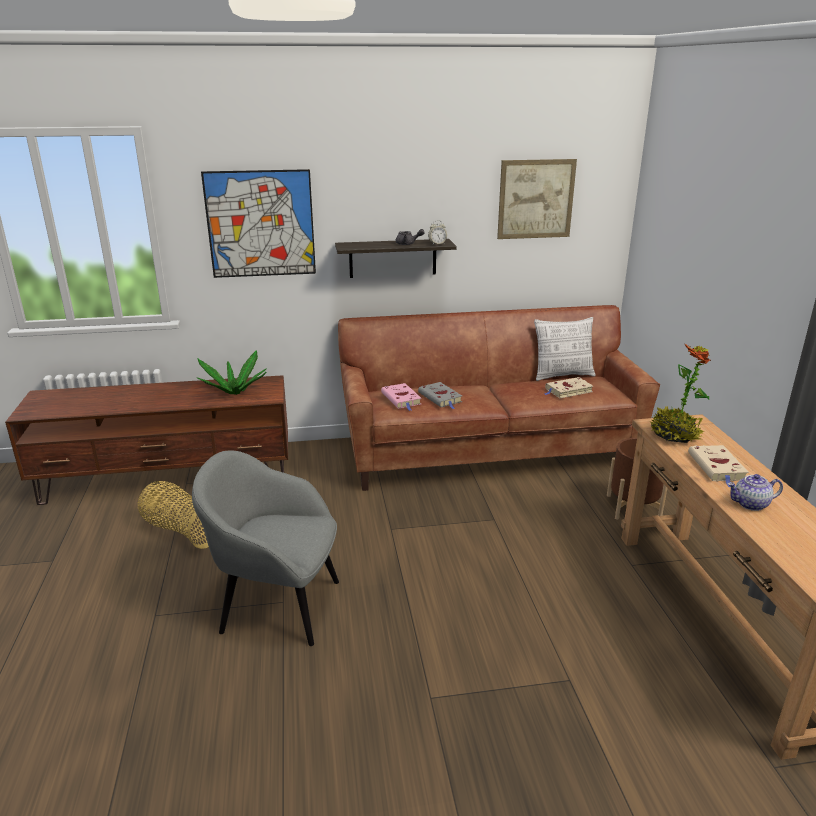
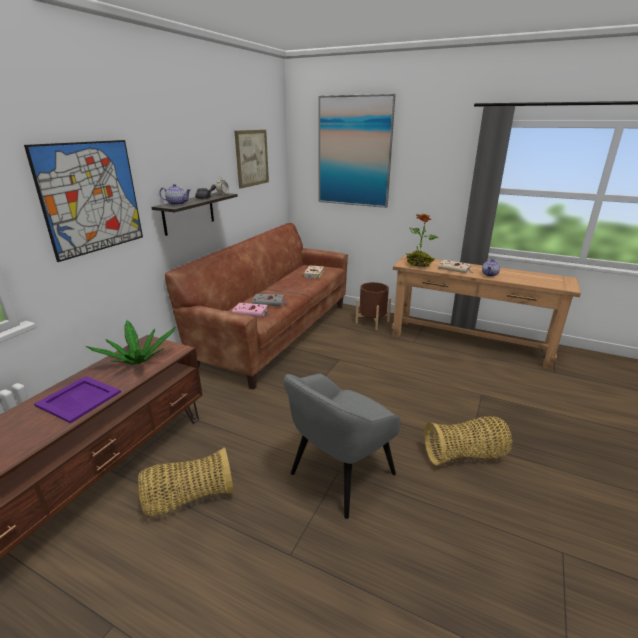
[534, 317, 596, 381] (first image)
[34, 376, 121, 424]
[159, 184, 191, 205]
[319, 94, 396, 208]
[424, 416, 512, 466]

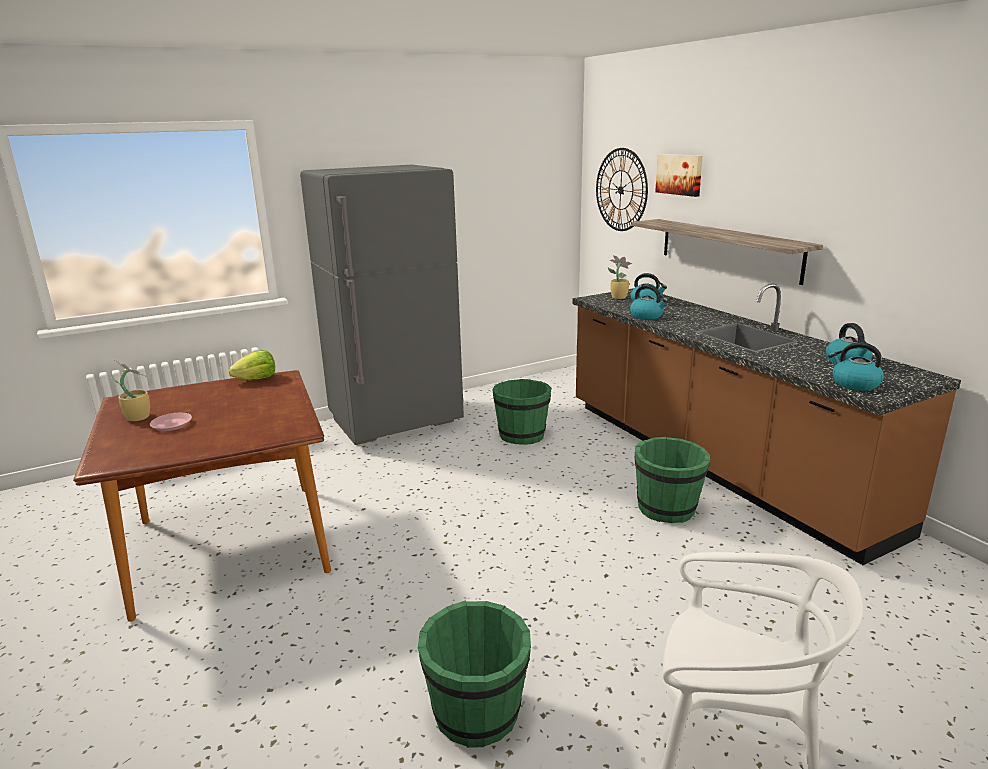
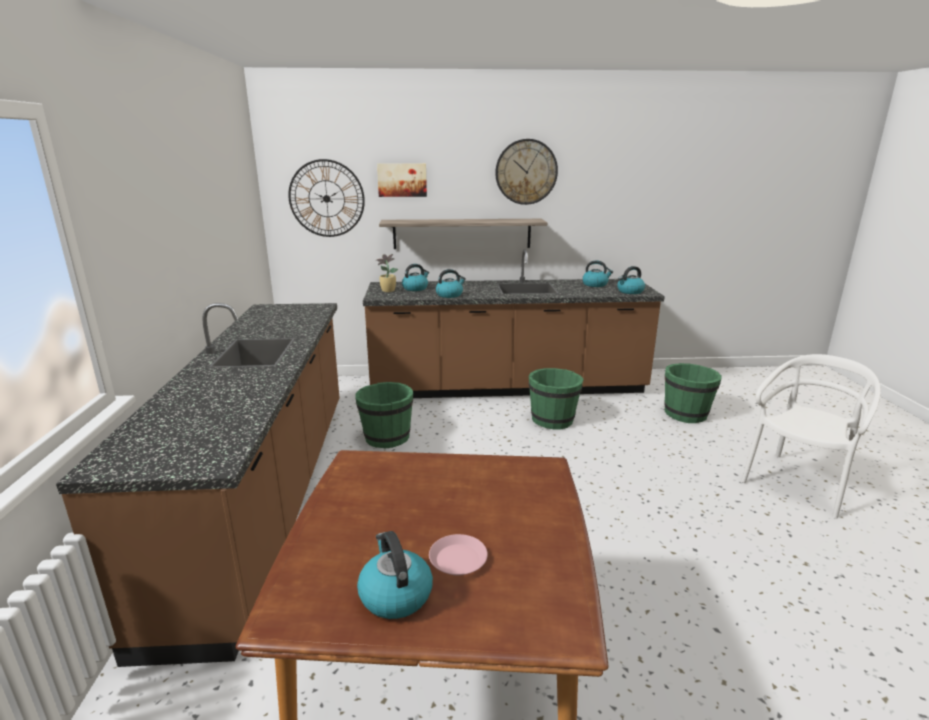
[357, 531, 433, 619]
[228, 350, 275, 380] (first image)
[56, 303, 340, 667]
[664, 363, 722, 423]
[495, 139, 558, 205]

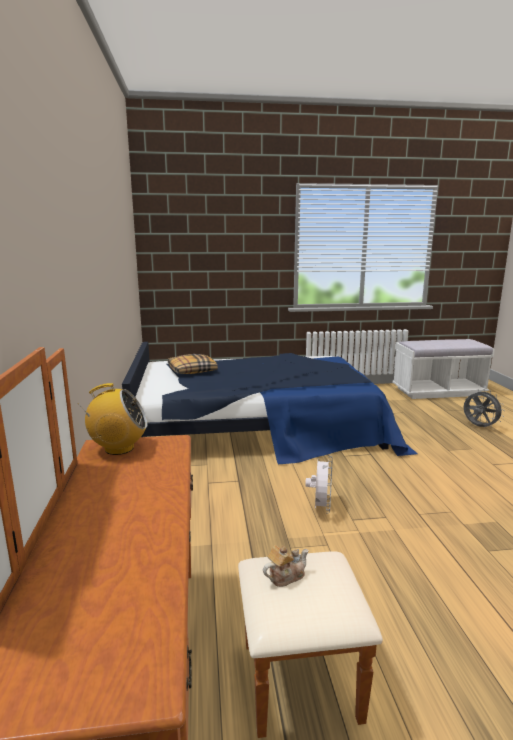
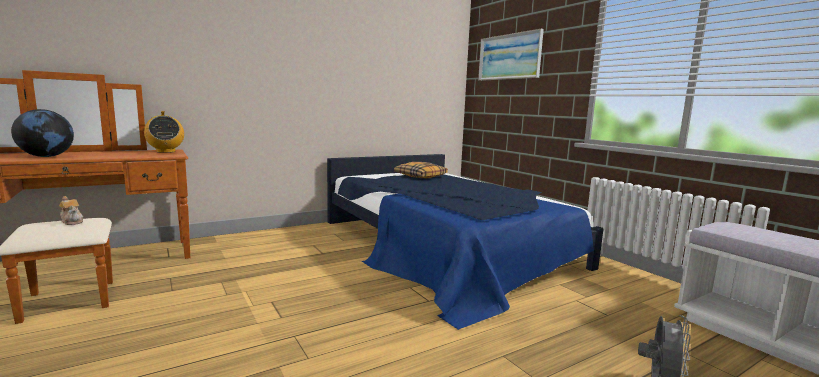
[305, 456, 333, 514] (first image)
[11, 109, 74, 157]
[478, 29, 544, 81]

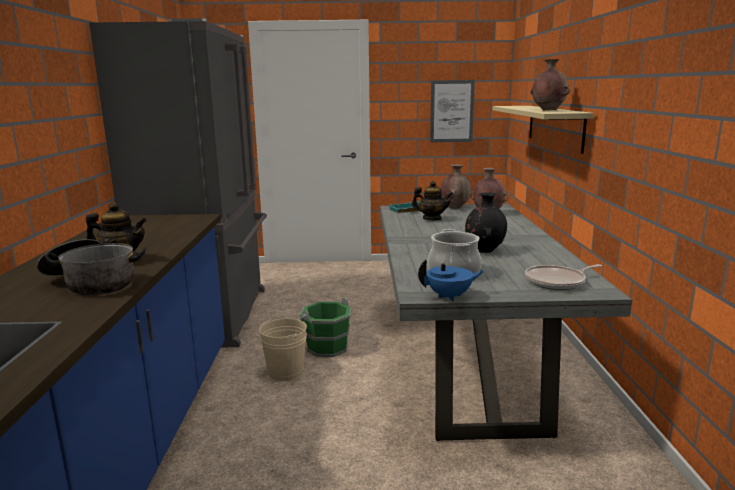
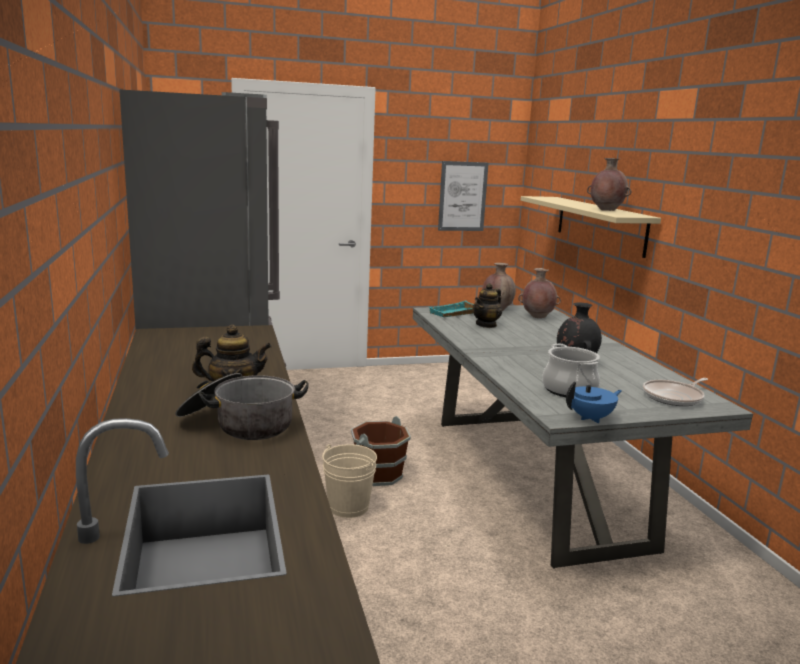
[351, 416, 411, 486]
[473, 283, 502, 328]

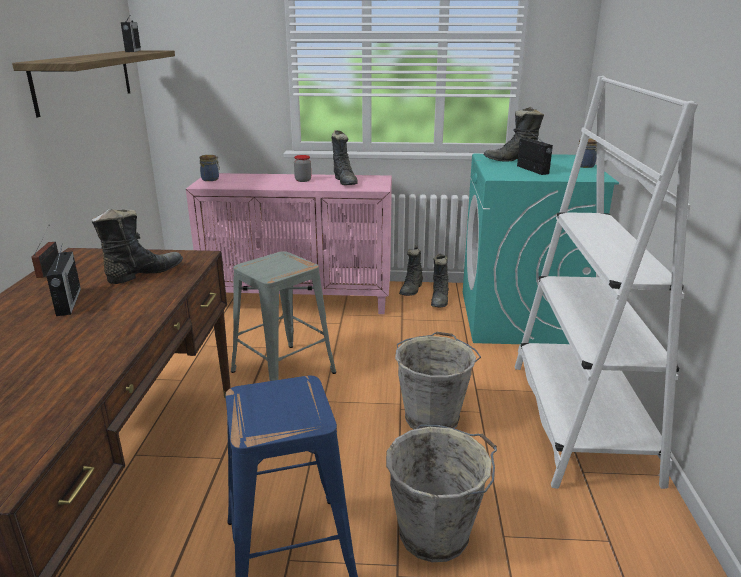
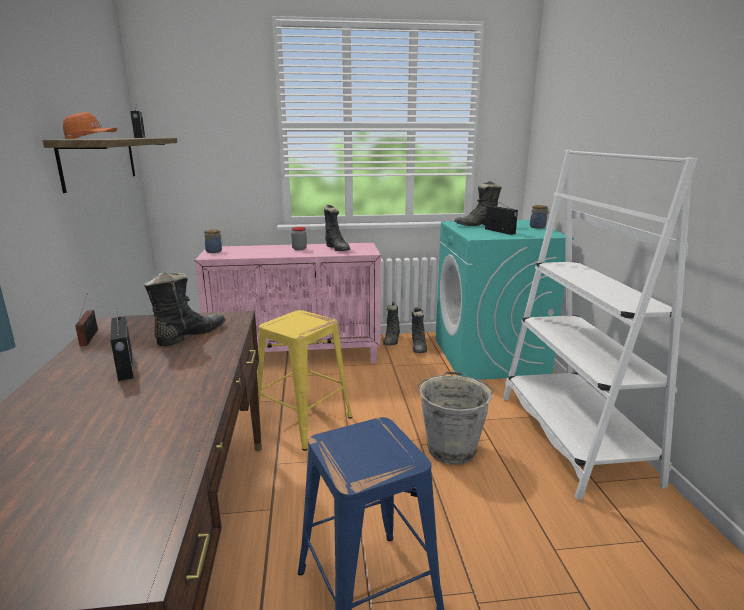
[258, 310, 352, 451]
[386, 425, 497, 562] (first image)
[63, 112, 117, 139]

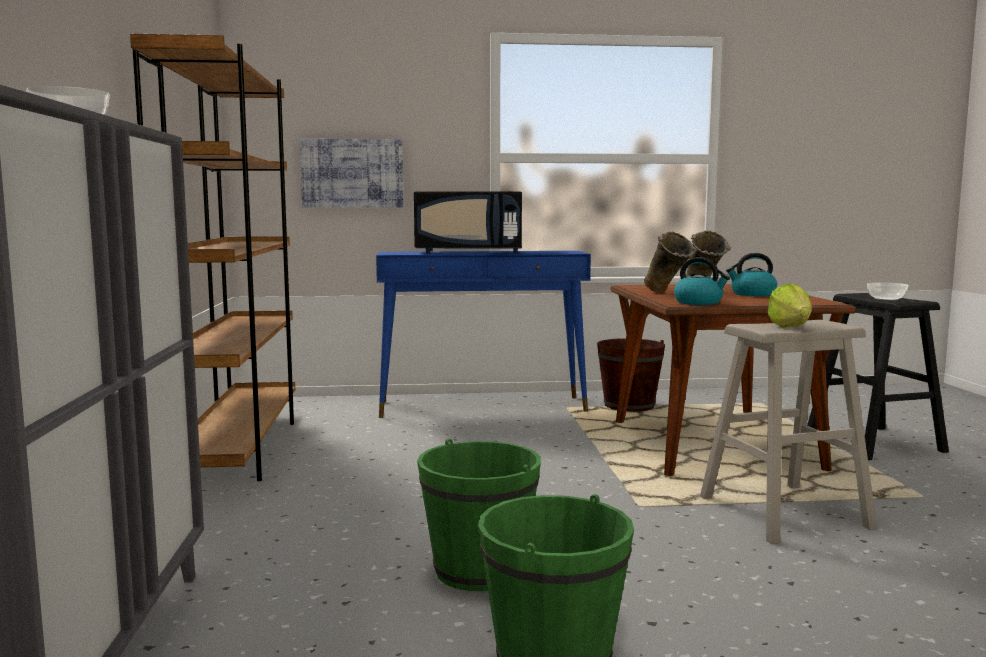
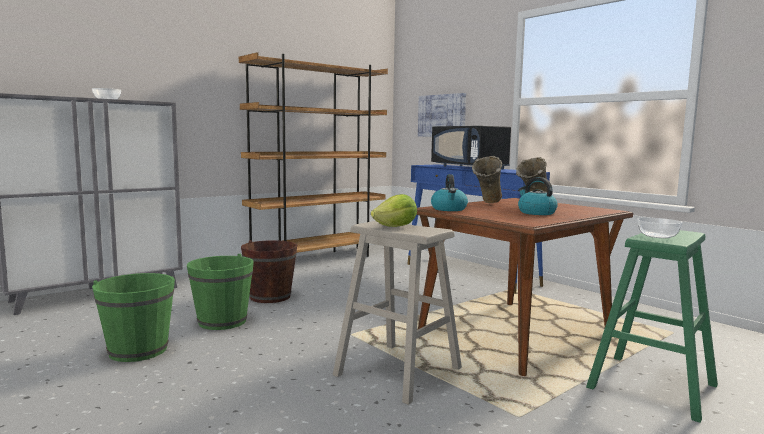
[241, 240, 297, 303]
[586, 230, 718, 423]

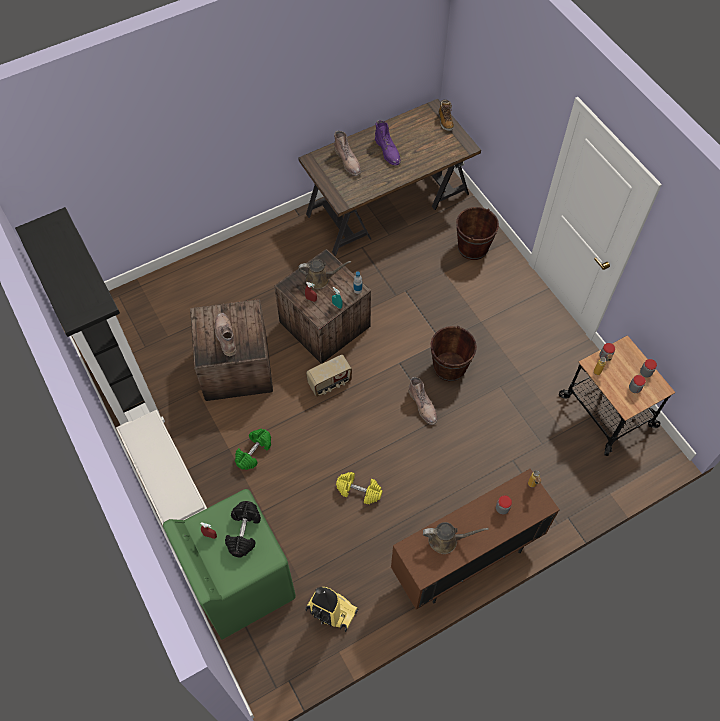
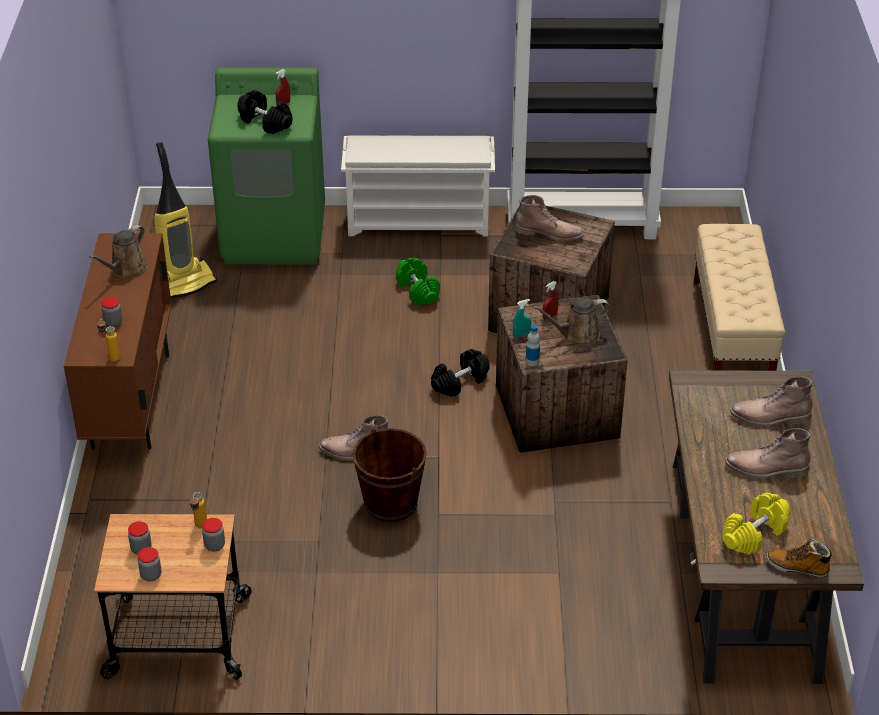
[533, 298, 610, 346]
[431, 349, 490, 397]
[722, 493, 790, 555]
[725, 428, 811, 479]
[456, 207, 499, 260] (first image)
[694, 224, 786, 371]

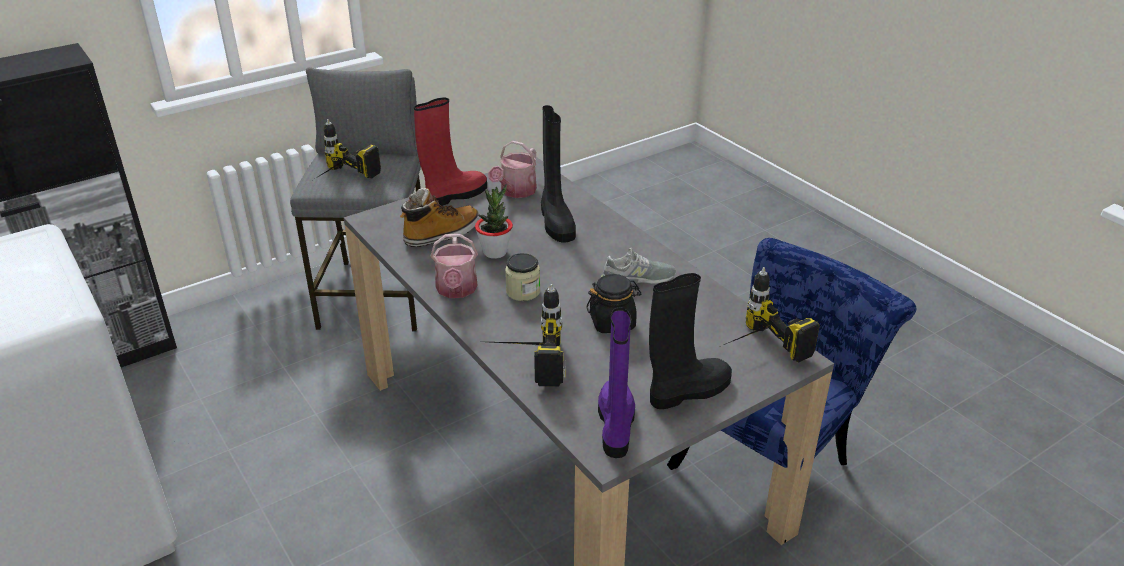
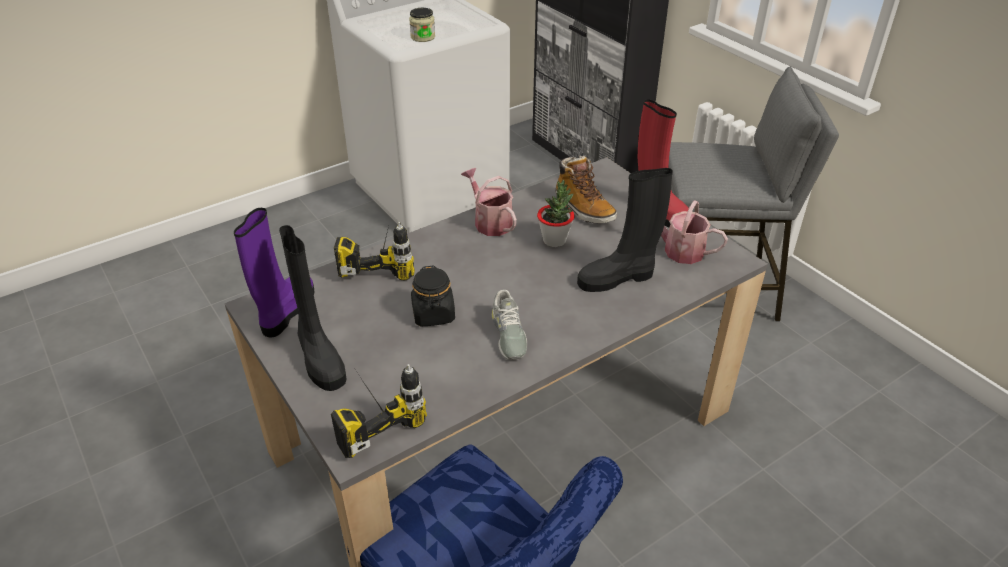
[313, 119, 381, 180] (first image)
[461, 168, 517, 236]
[409, 8, 435, 42]
[234, 208, 314, 337]

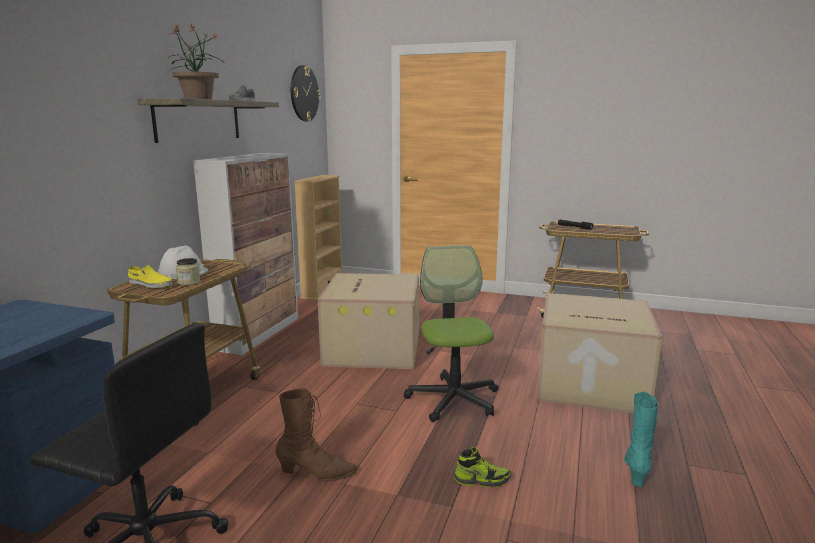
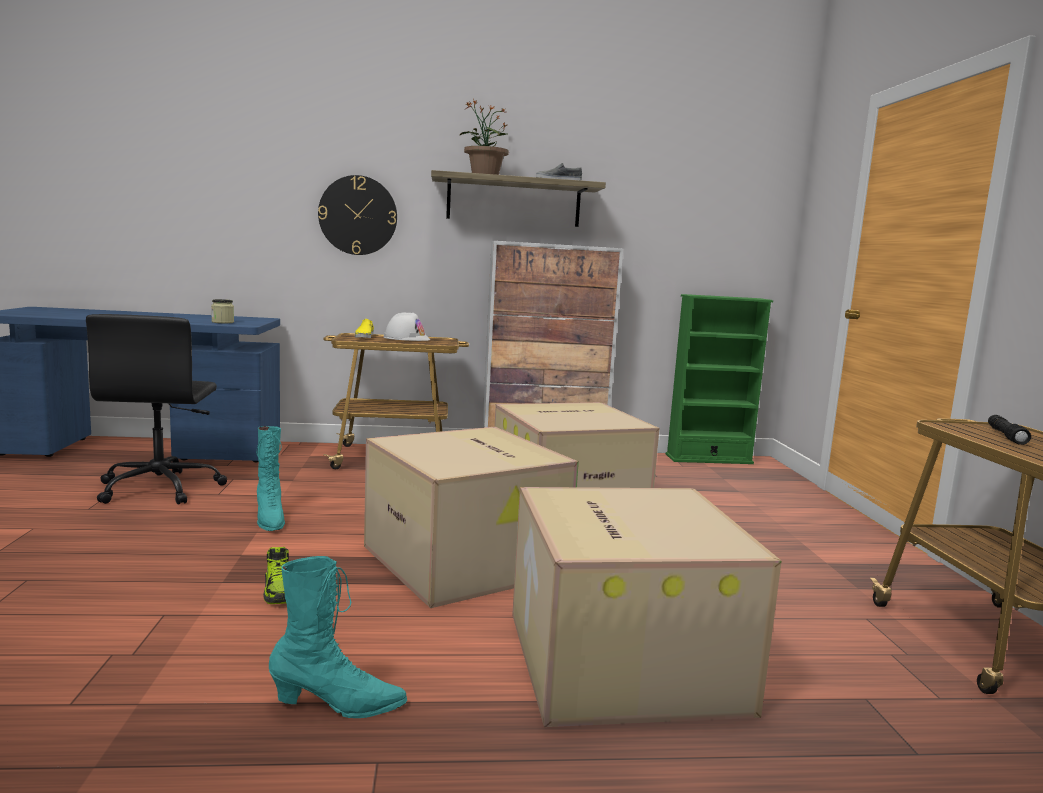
[211, 299, 234, 323]
[256, 426, 285, 531]
[318, 175, 397, 255]
[666, 294, 773, 464]
[364, 427, 579, 608]

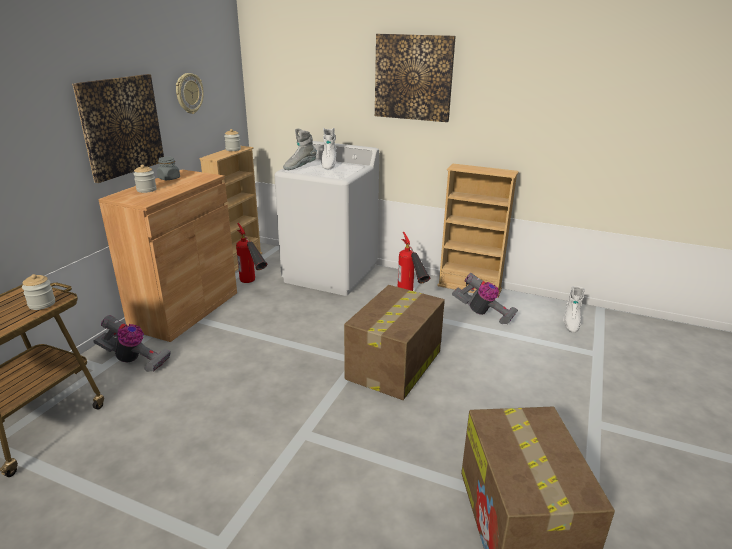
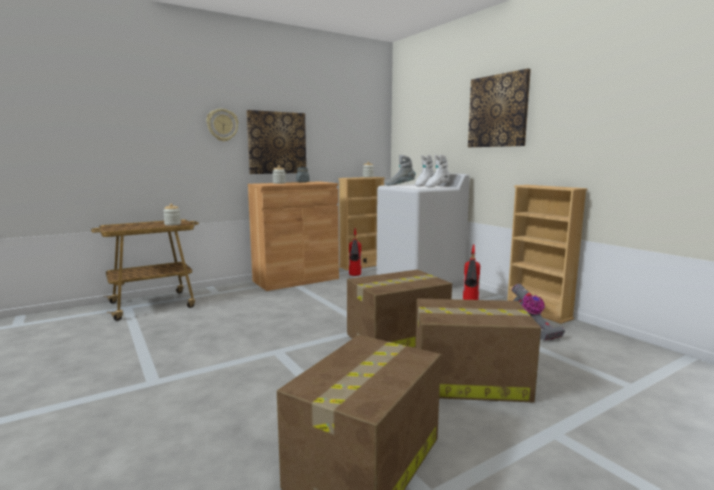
[93, 315, 171, 372] (first image)
[206, 109, 239, 142]
[425, 155, 450, 188]
[415, 298, 541, 403]

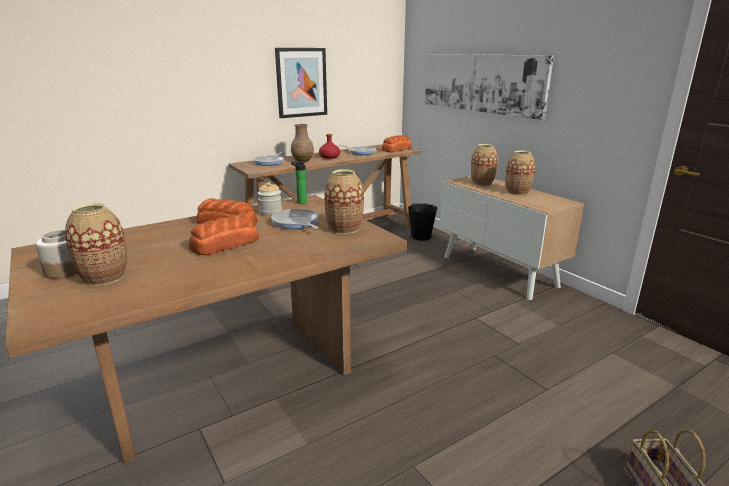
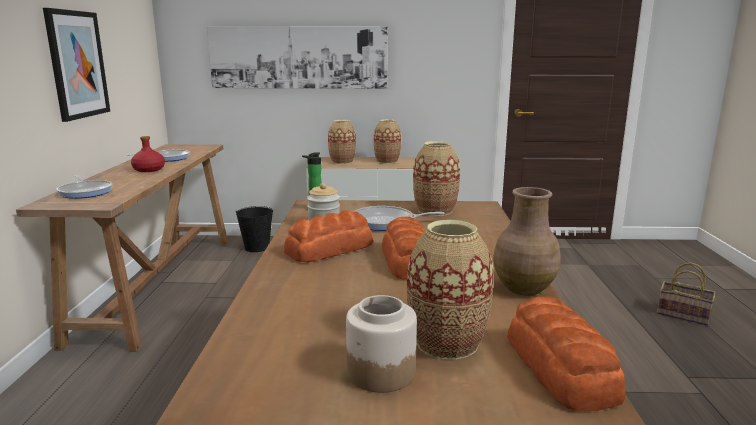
[493, 187, 561, 296]
[507, 296, 626, 411]

